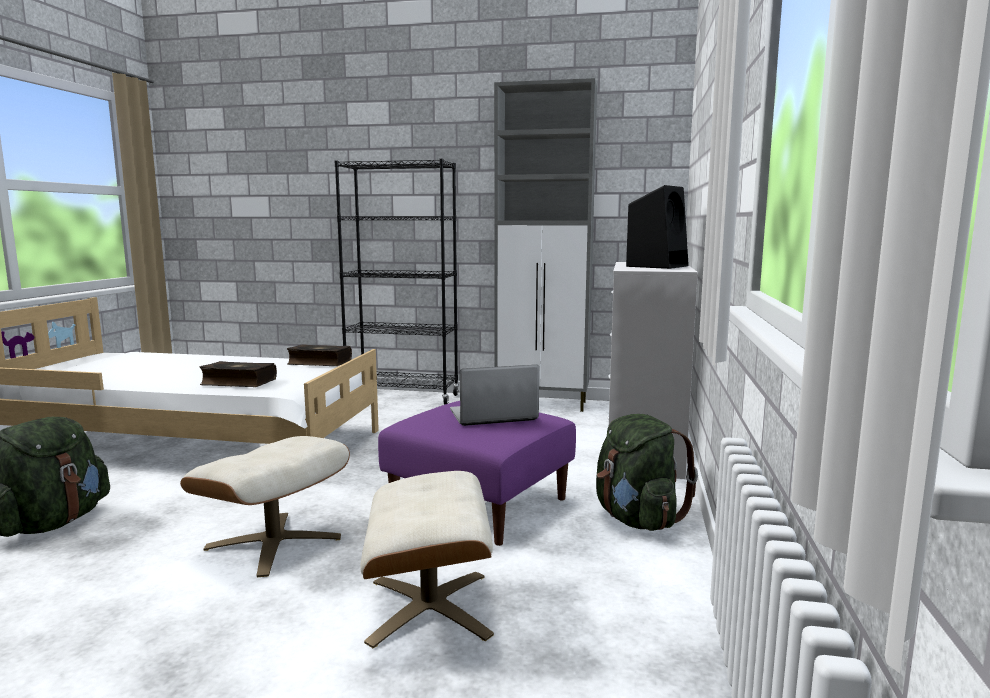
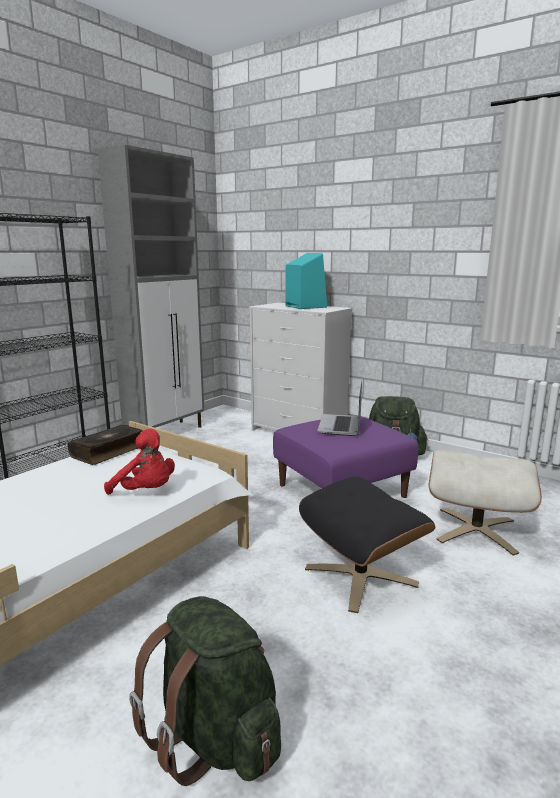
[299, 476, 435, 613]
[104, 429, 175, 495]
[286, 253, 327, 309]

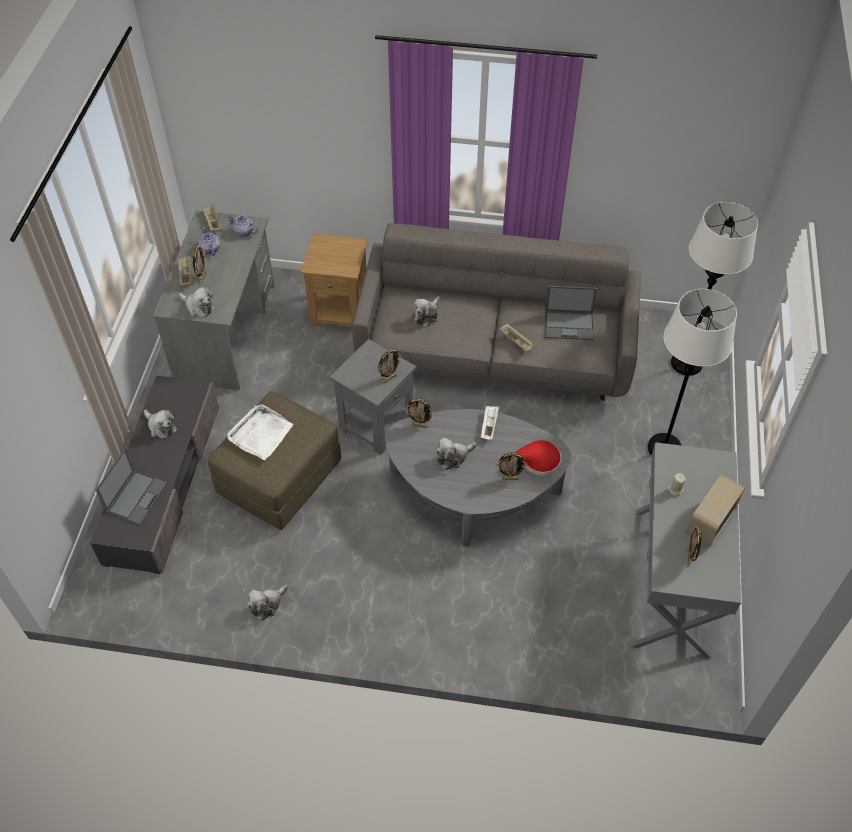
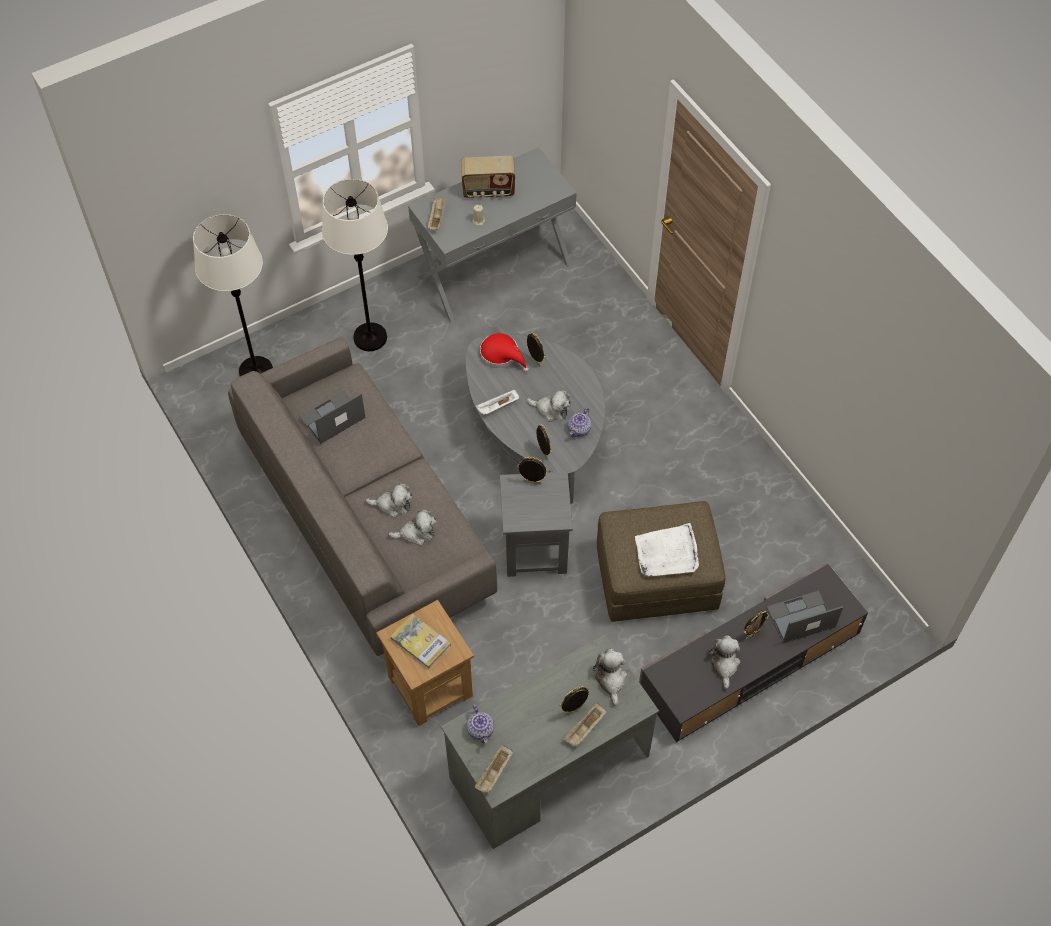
[568, 407, 591, 438]
[365, 483, 412, 518]
[427, 198, 447, 230]
[299, 391, 366, 444]
[744, 610, 770, 640]
[390, 614, 451, 669]

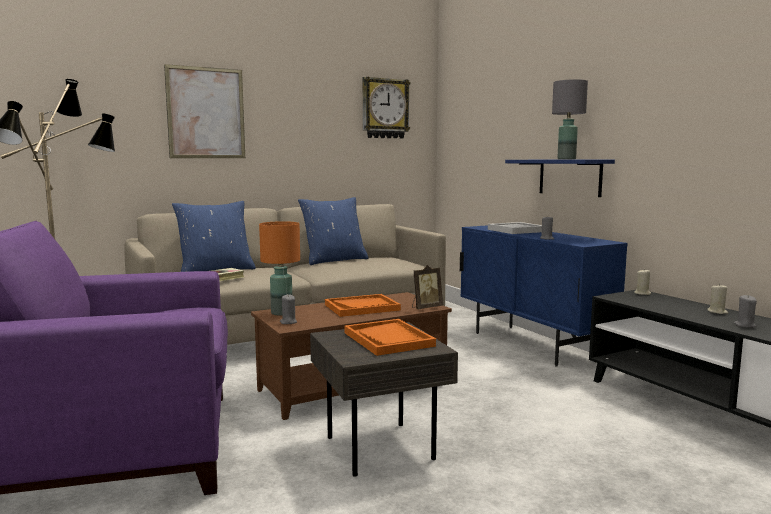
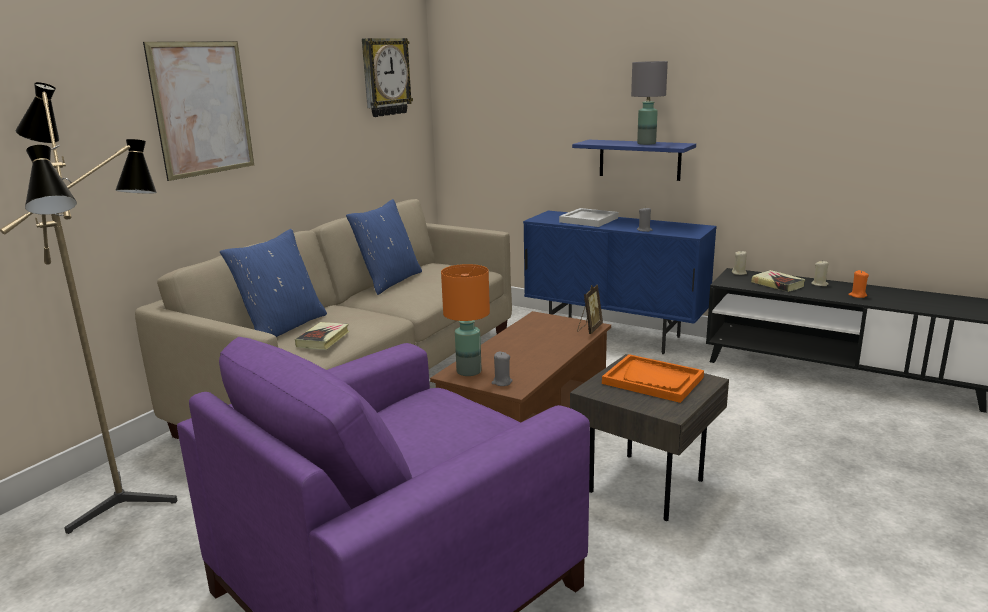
[325, 294, 401, 317] (first image)
[848, 270, 869, 298]
[751, 270, 806, 292]

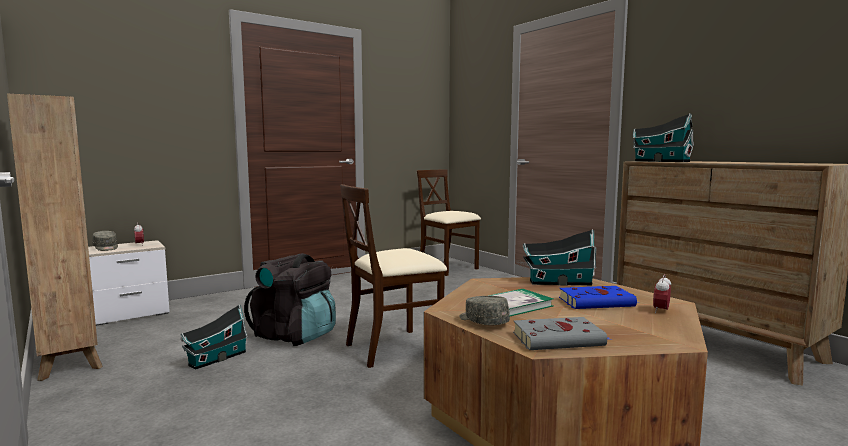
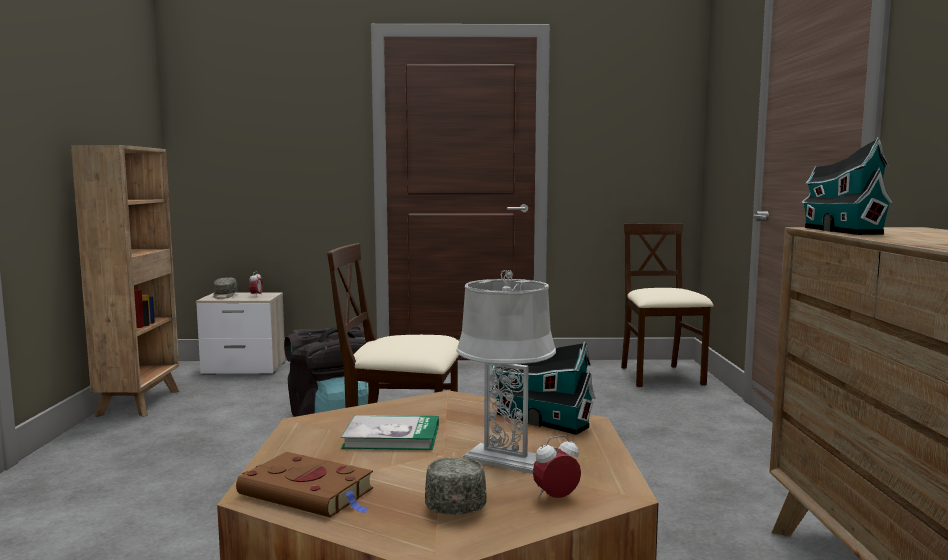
[181, 304, 248, 369] (first image)
[425, 457, 486, 515]
[236, 452, 373, 517]
[456, 270, 556, 474]

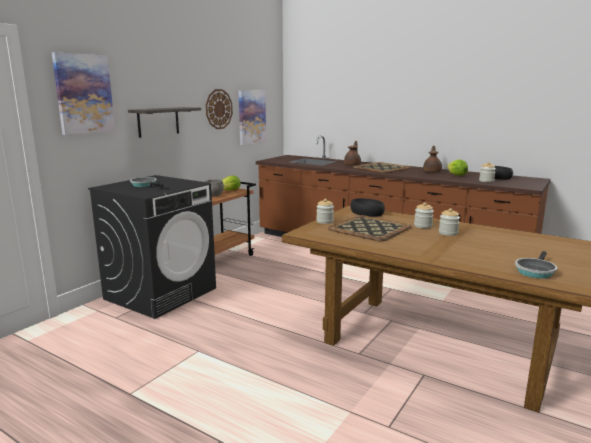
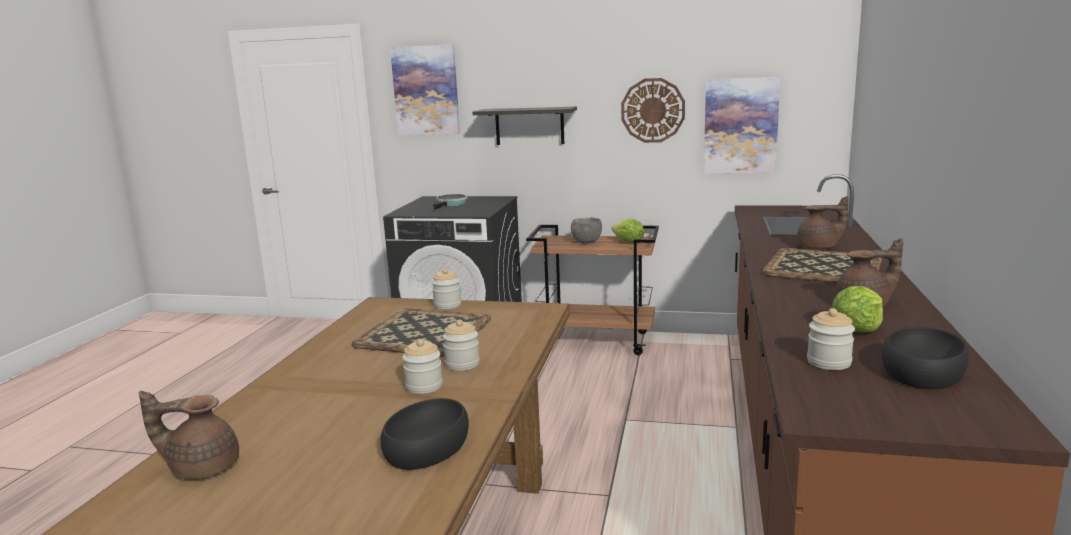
[380, 398, 469, 470]
[139, 391, 239, 479]

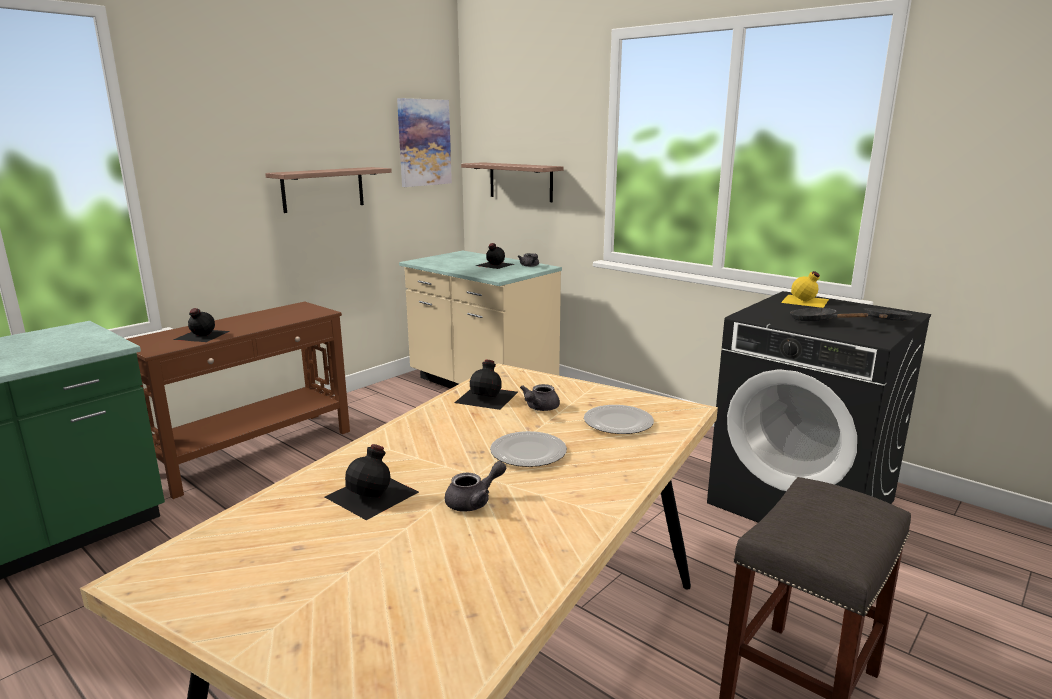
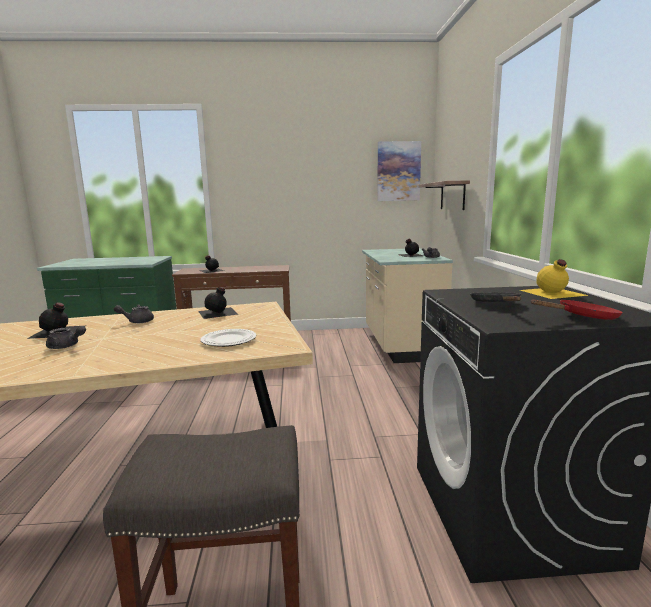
[265, 167, 392, 213] (first image)
[490, 431, 567, 467] (first image)
[114, 304, 154, 323]
[531, 299, 623, 320]

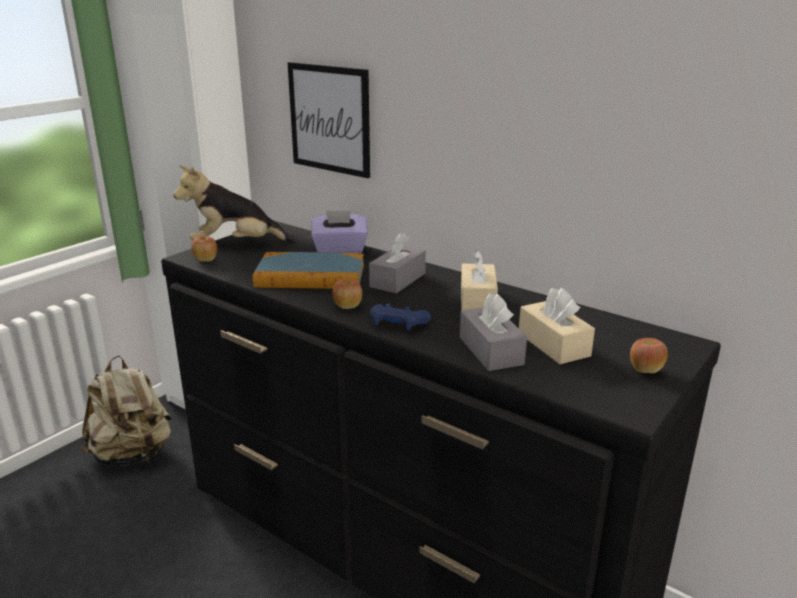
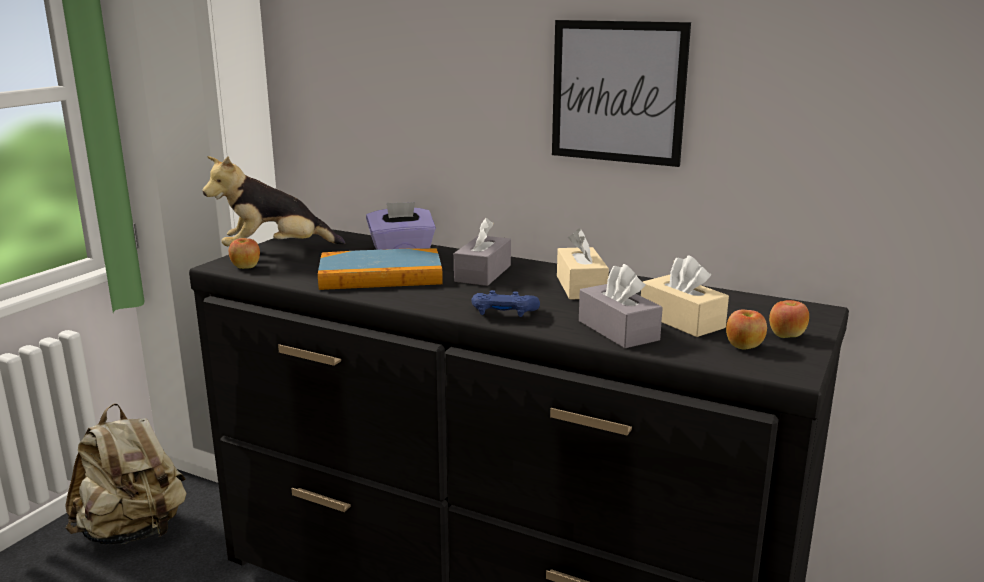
[552, 20, 691, 167]
[726, 310, 767, 350]

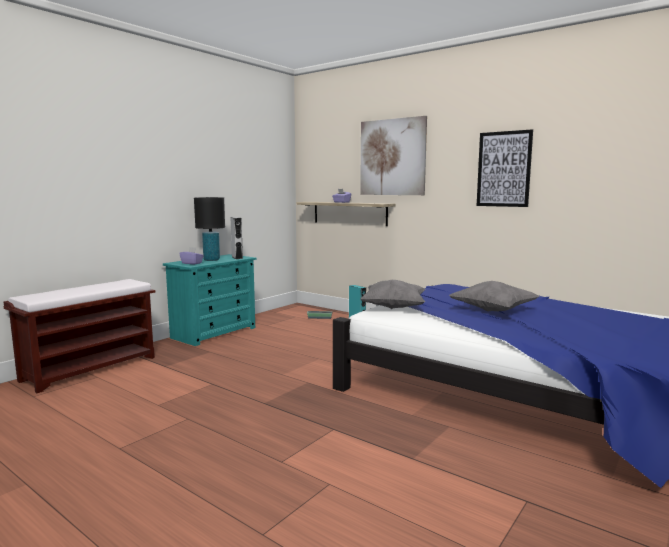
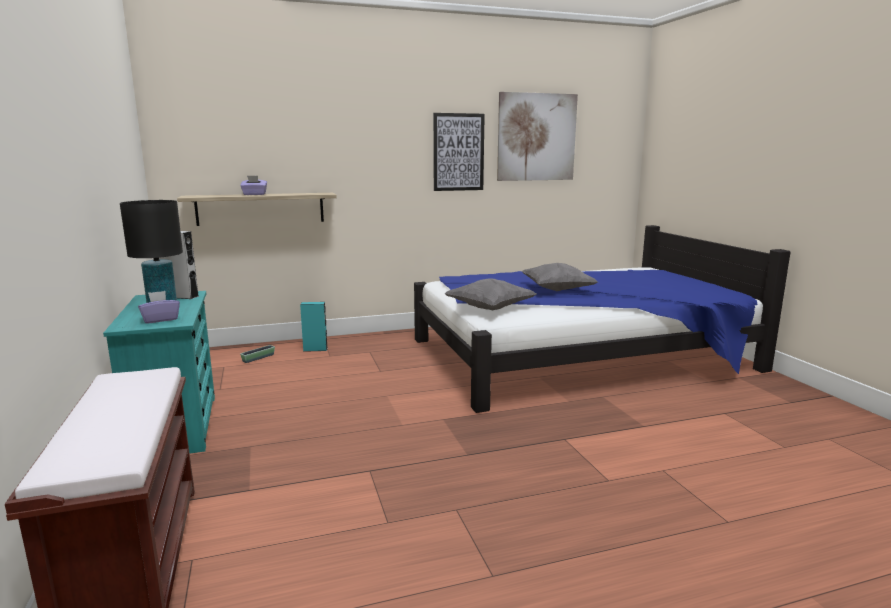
[497, 92, 578, 181]

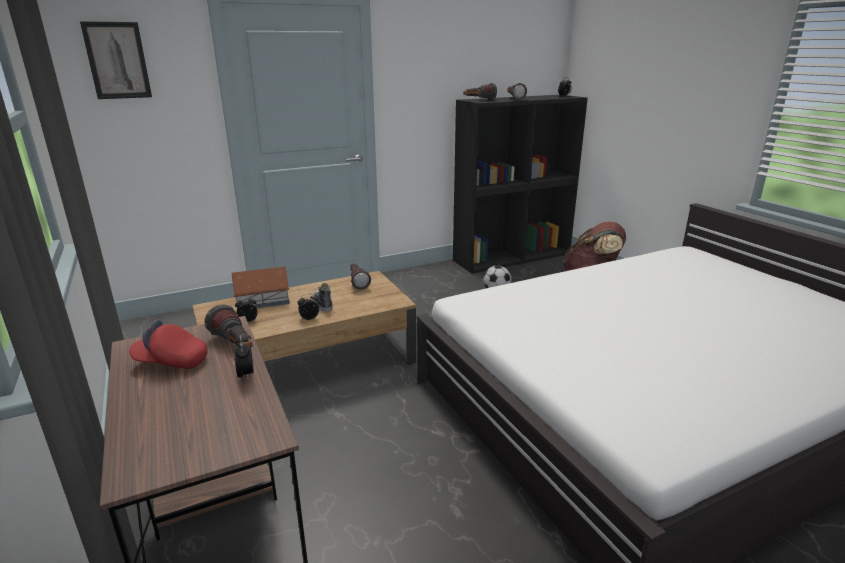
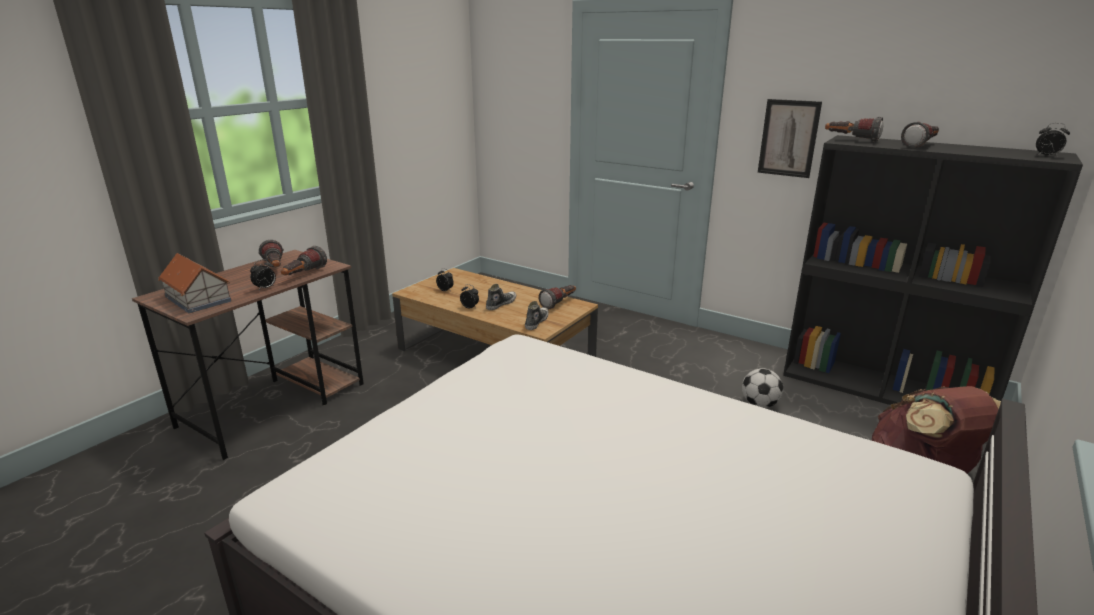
[758, 99, 822, 178]
[259, 240, 284, 267]
[158, 253, 231, 313]
[525, 301, 549, 330]

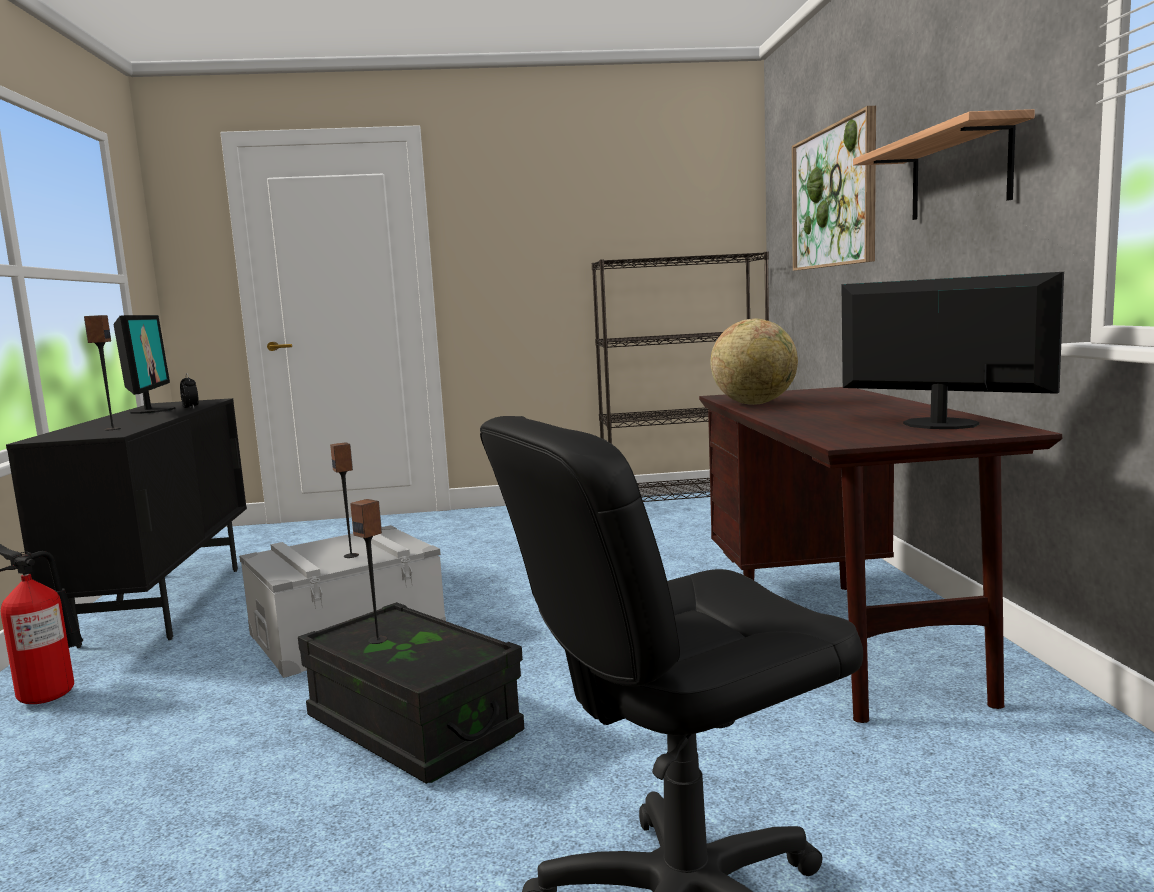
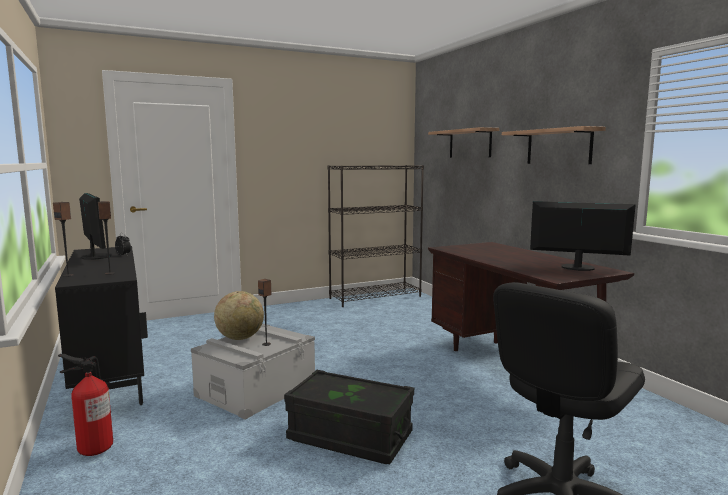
[53, 202, 74, 277]
[214, 291, 264, 340]
[428, 127, 499, 158]

